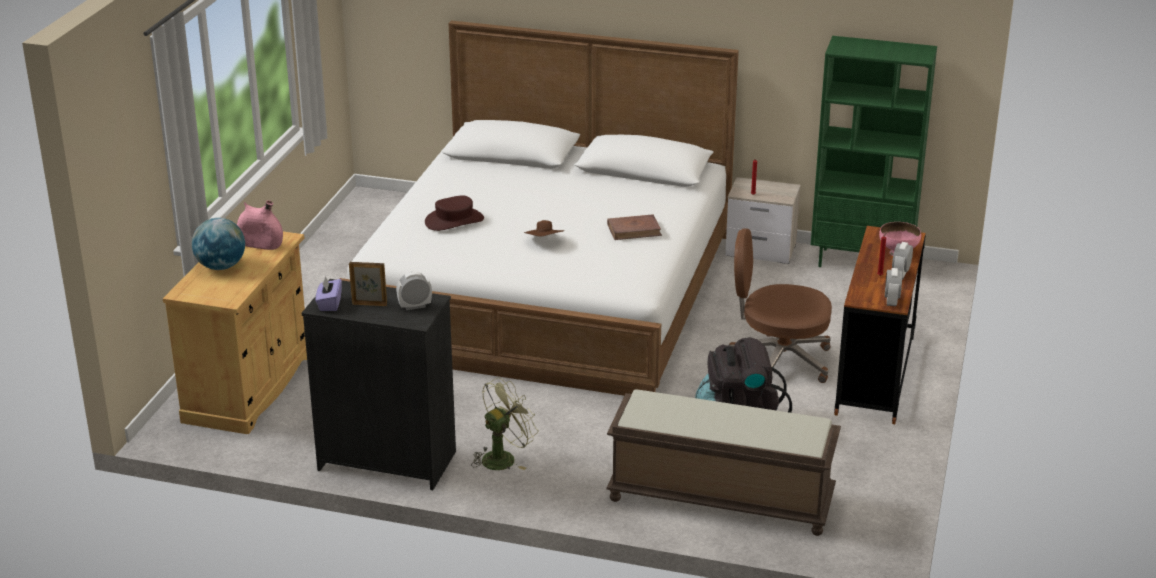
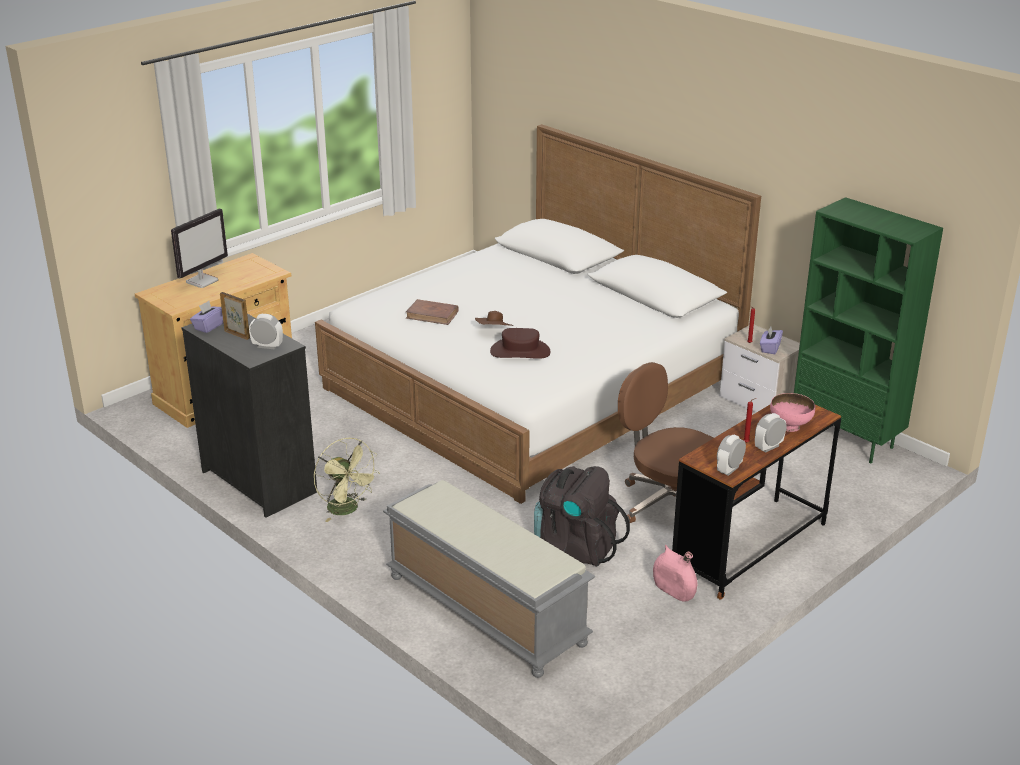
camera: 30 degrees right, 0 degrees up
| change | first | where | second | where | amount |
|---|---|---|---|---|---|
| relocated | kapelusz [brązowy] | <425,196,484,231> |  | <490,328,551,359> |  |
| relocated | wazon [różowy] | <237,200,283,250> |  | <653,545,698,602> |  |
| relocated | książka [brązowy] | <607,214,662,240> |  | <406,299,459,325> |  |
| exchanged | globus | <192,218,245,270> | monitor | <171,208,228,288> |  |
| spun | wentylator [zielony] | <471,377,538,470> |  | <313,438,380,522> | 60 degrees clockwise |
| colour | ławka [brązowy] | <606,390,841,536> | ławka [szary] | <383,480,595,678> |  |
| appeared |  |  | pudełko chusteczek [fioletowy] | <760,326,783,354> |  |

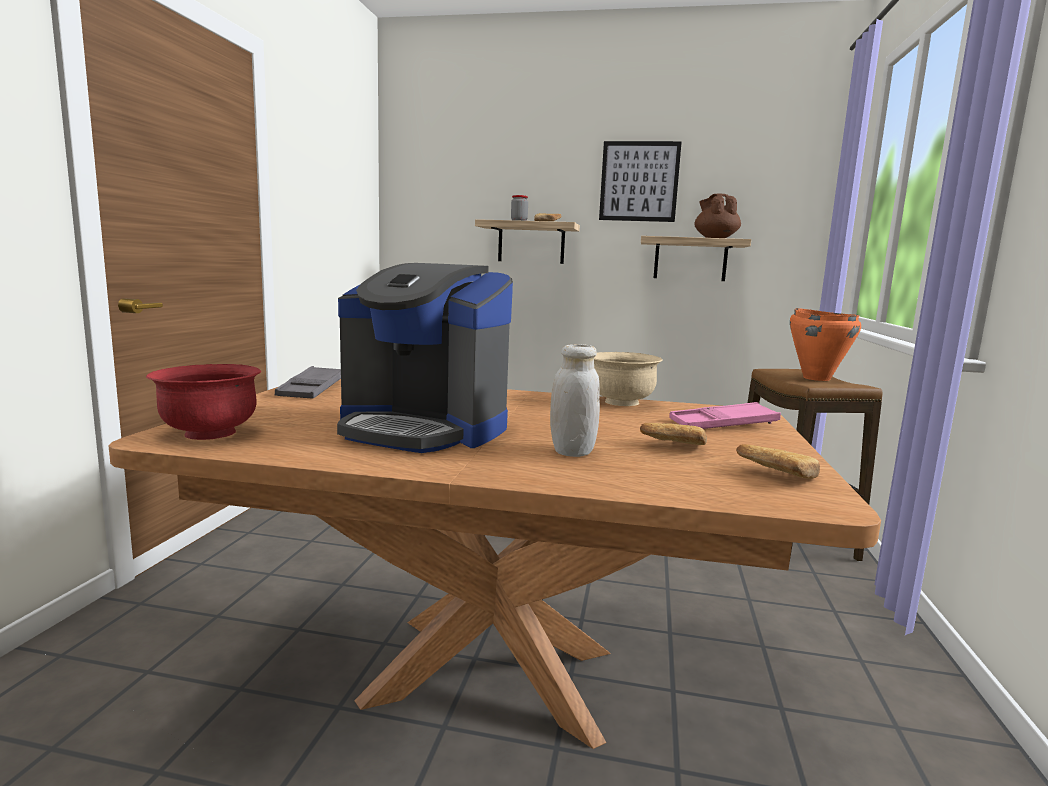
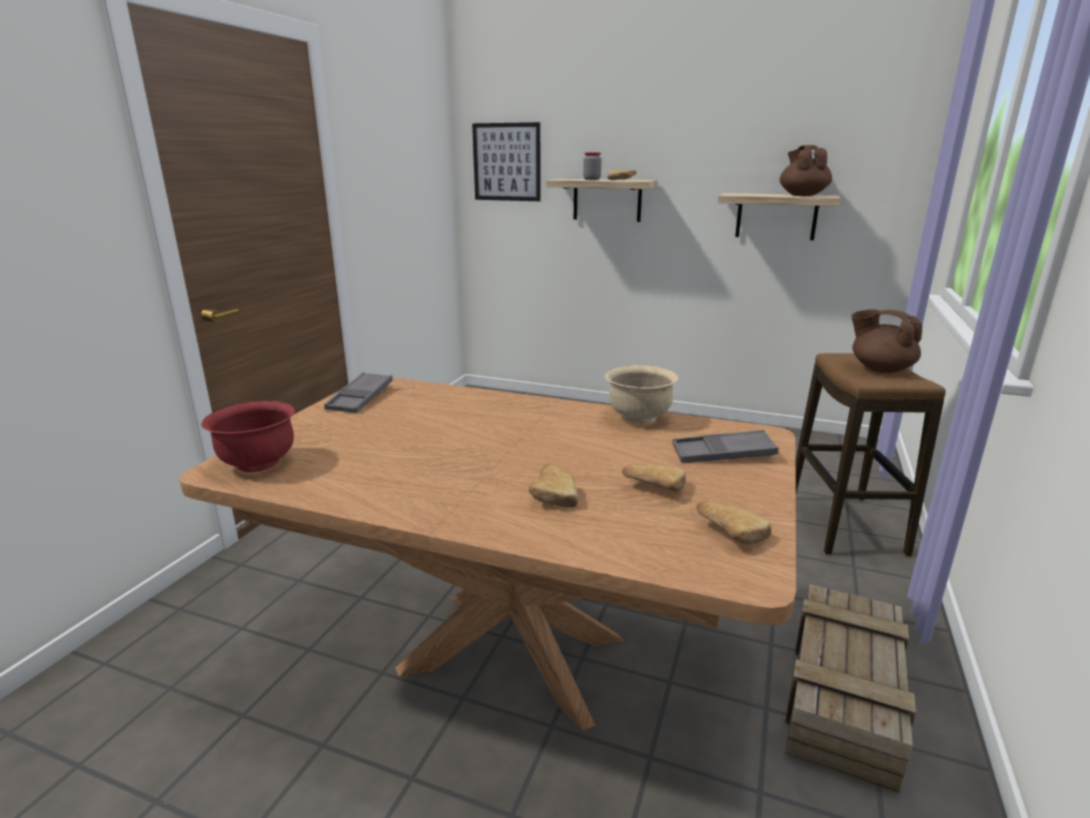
camera: 10 degrees right, 10 degrees up
| change | first | where | second | where | amount |
|---|---|---|---|---|---|
| relocated | obraz | <599,141,682,222> |  | <472,122,541,201> |  |
| missing | ekspres do kawy | <337,263,513,453> |  |  |  |
| exchanged | garnek [pomarańczowy] | <790,308,861,381> | imbryk [brązowy] | <851,310,923,373> |  |
| exchanged | słoik [biały] | <550,344,600,457> | chleb | <529,463,579,507> |  |
| colour | taca [różowy] | <669,402,781,429> | taca [szary] | <673,430,778,463> |  |
| appeared |  |  | skrzynka | <785,584,916,792> |  |

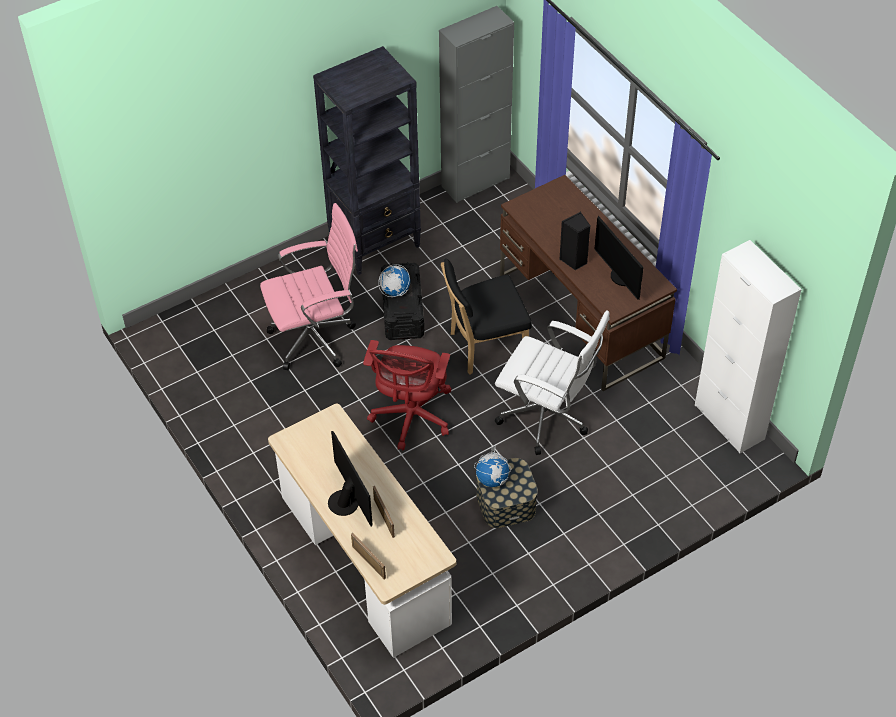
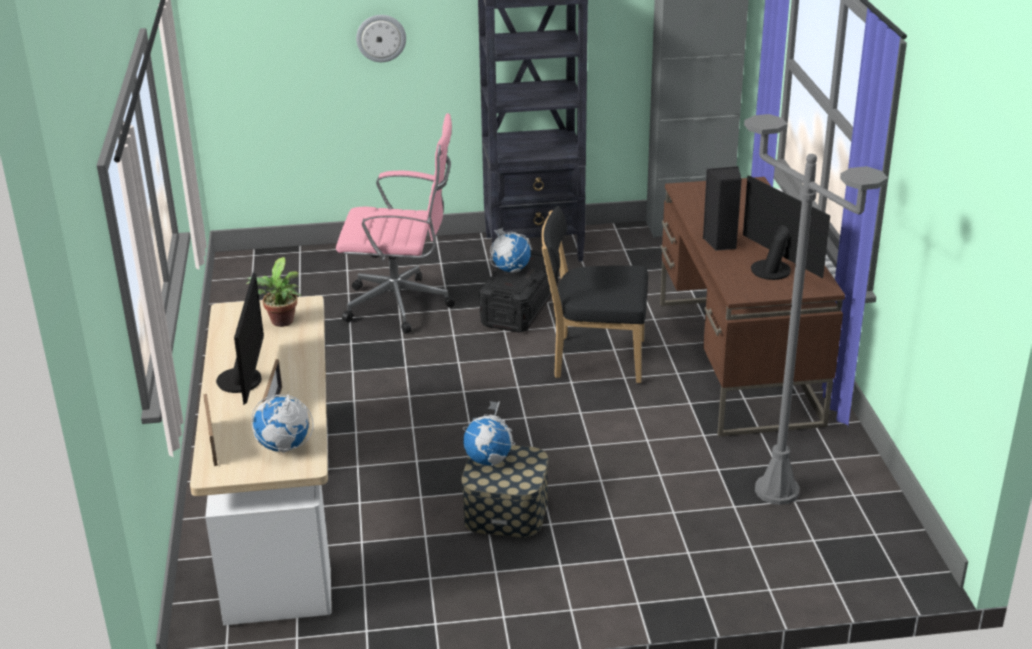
camera: 25 degrees right, 20 degrees down
| change | first | where | second | where | amount |
|---|---|---|---|---|---|
| spun | monitor | <594,216,644,300> |  | <743,175,830,280> | 150 degrees clockwise |
| missing | szafka [biały] | <695,240,802,454> |  |  |  |
| missing | krzesło biurowe [biały] | <495,310,610,455> |  |  |  |
| missing | krzesło biurowe [czerwony] | <363,340,451,451> |  |  |  |
| appeared |  |  | zegar ścienny | <356,15,406,62> |  |
| appeared |  |  | lampa stojąca [szary] | <744,114,888,505> |  |
| appeared |  |  | roślina doniczkowa | <245,257,301,327> |  |
| appeared |  |  | globus | <251,395,313,452> |  |

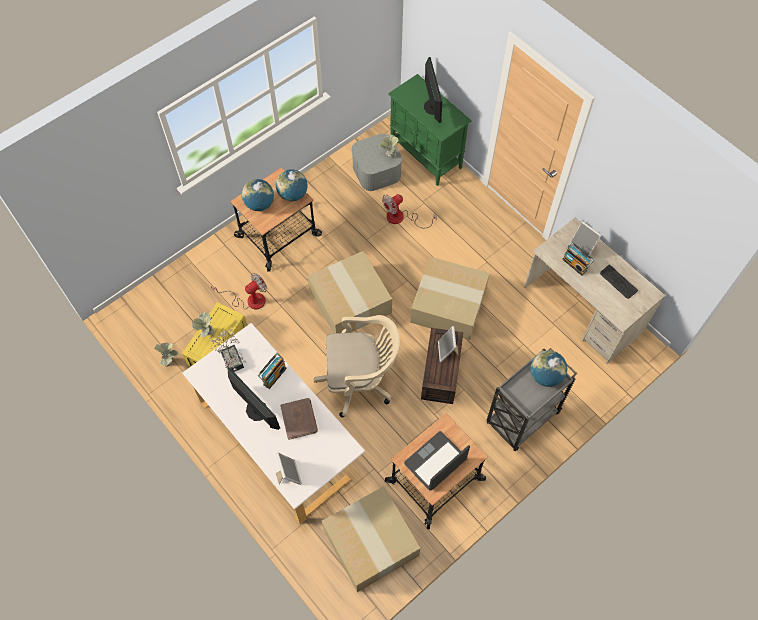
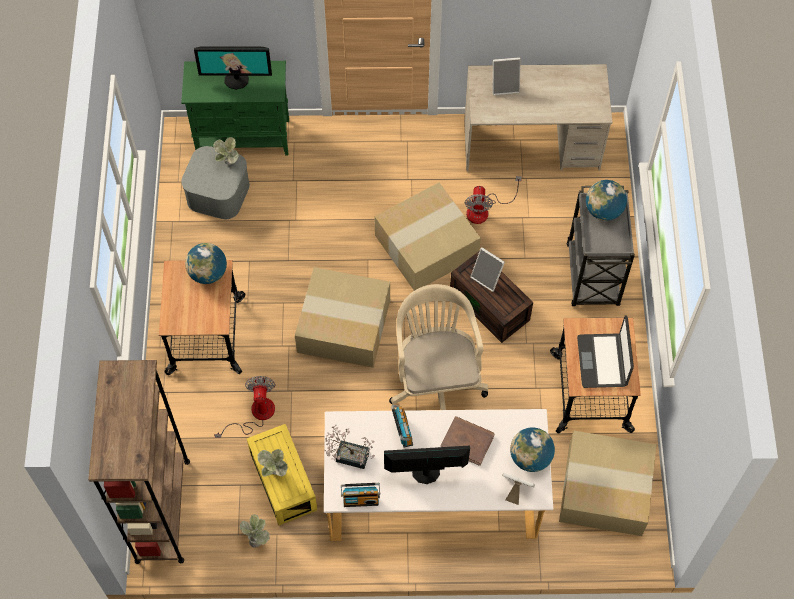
camera: 50 degrees left, 0 degrees up
| change | first | where | second | where | amount |
|---|---|---|---|---|---|
| spun | monitor | <424,57,442,123> |  | <194,46,272,90> | 150 degrees clockwise |
| relocated | globus | <242,179,274,211> |  | <510,427,555,472> |  |
| relocated | wentylator | <382,194,437,228> |  | <465,176,522,224> |  |
| relocated | radio | <562,242,594,276> |  | <341,483,381,507> |  |
| missing | klawiatura | <600,265,638,299> |  |  |  |
| spun | krzesło biurowe [beżowy] | <313,315,400,417> |  | <389,284,488,410> | 45 degrees counterclockwise |
| appeared |  |  | regał [brązowy] | <88,360,190,564> |  |

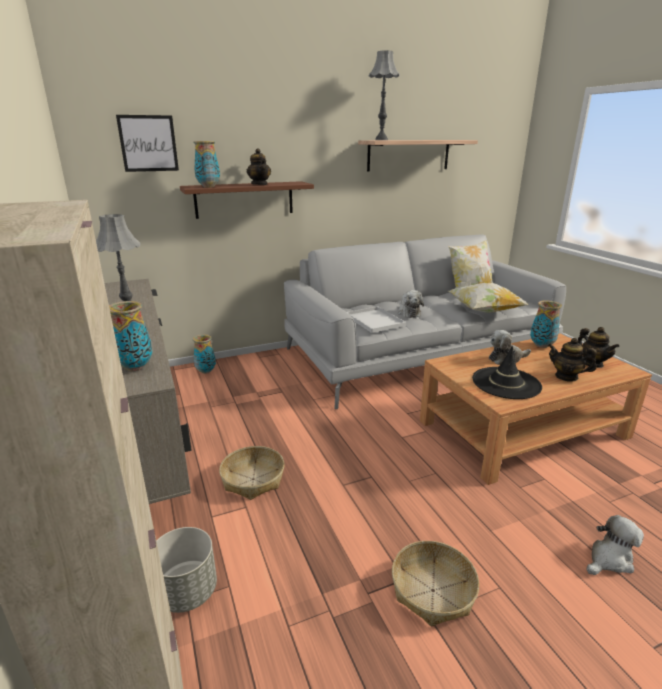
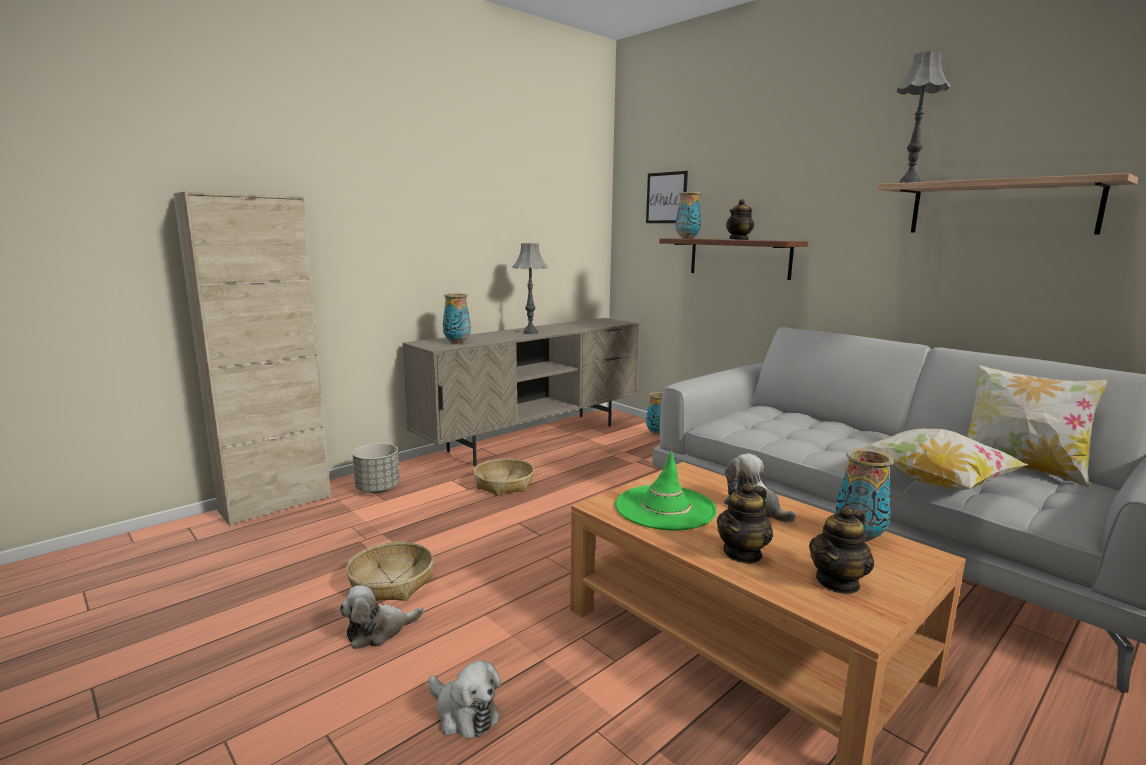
camera: 70 degrees right, 10 degrees down
| change | first | where | second | where | amount |
|---|---|---|---|---|---|
| relocated | pluszak | <398,290,424,318> |  | <339,585,424,649> |  |
| missing | taca [biały] | <347,306,406,333> |  |  |  |
| spun | imbryk | <548,338,597,382> |  | <717,482,773,564> | 150 degrees counterclockwise |
| colour | kapelusz [czarny] | <472,346,542,399> | kapelusz [zielony] | <615,450,717,531> |  |

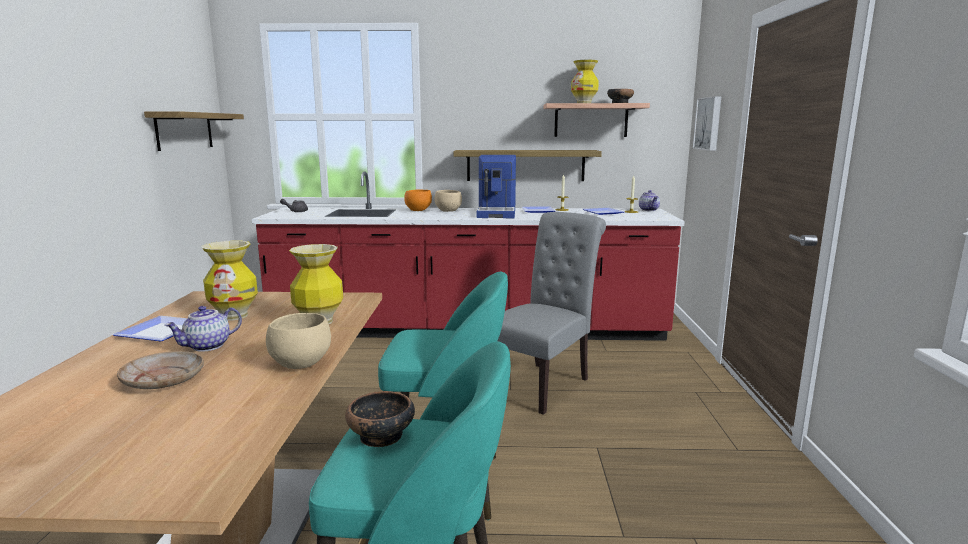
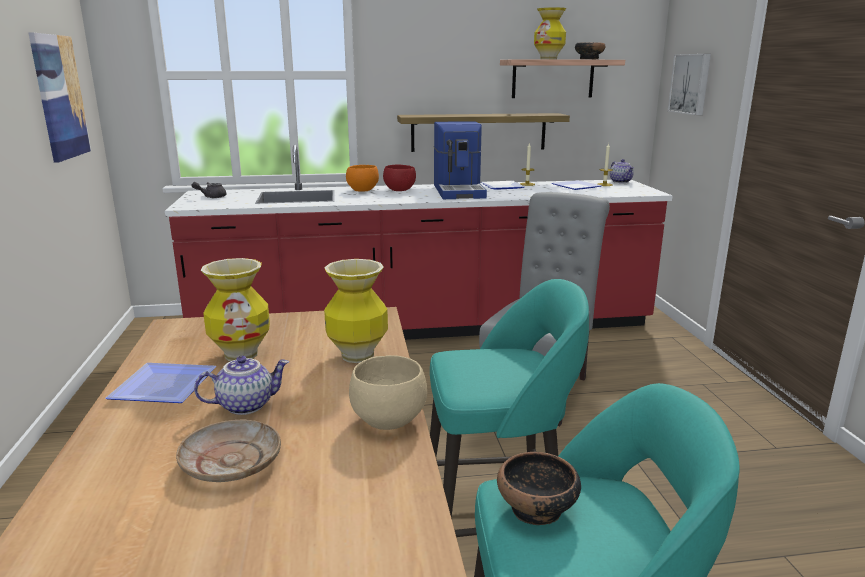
camera: 10 degrees left, 5 degrees up
| change | first | where | second | where | amount |
|---|---|---|---|---|---|
| exchanged | półka | <144,111,244,151> | obraz | <29,33,91,162> |  |
| colour | miska [beżowy] | <434,190,462,212> | miska [czerwony] | <383,165,416,191> |  |
| spun | imbryk | <164,306,242,352> |  | <194,356,289,415> | 150 degrees counterclockwise |

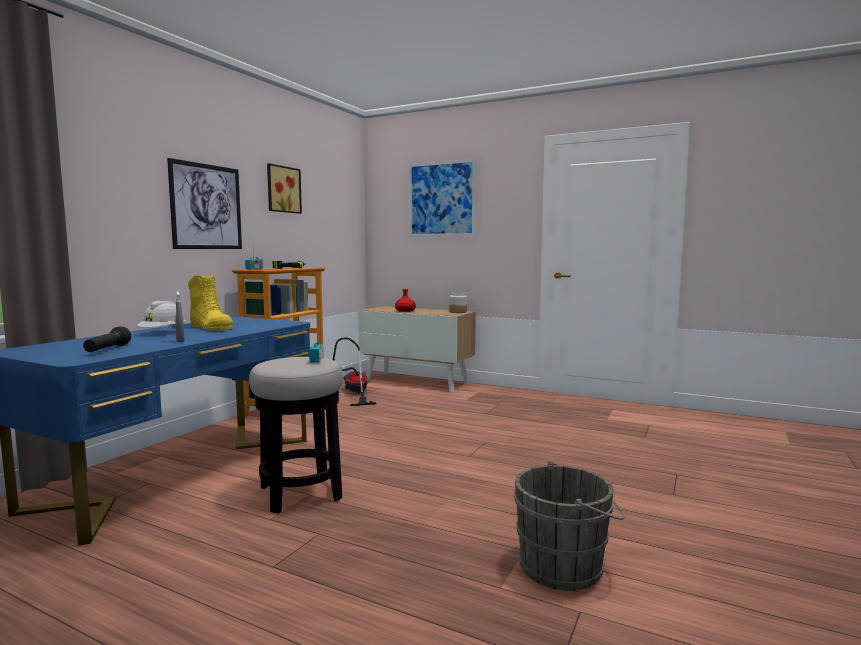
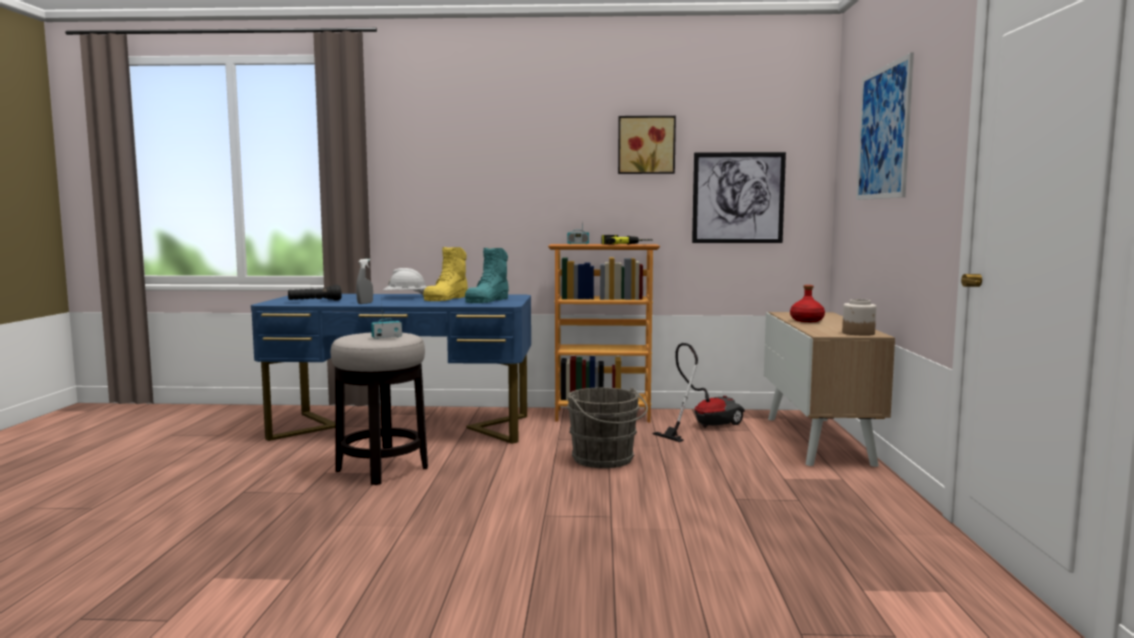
camera: 65 degrees right, 0 degrees up
| change | first | where | second | where | amount |
|---|---|---|---|---|---|
| relocated | obraz | <167,158,242,249> |  | <692,152,786,243> |  |
| relocated | wiadro [szary] | <514,461,625,591> |  | <567,387,648,468> |  |
| appeared |  |  | but z cholewką [turkusowy] | <465,247,509,303> |  |

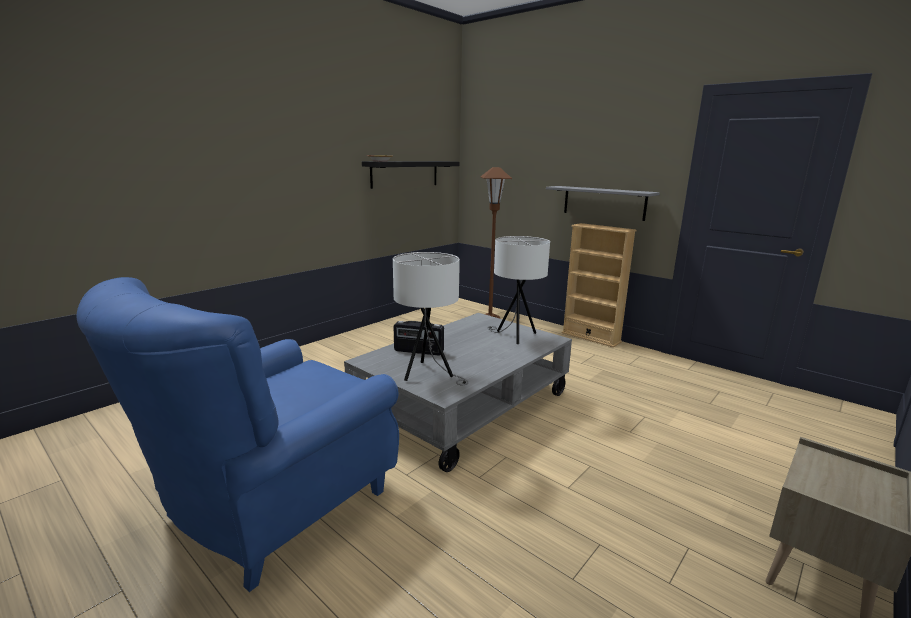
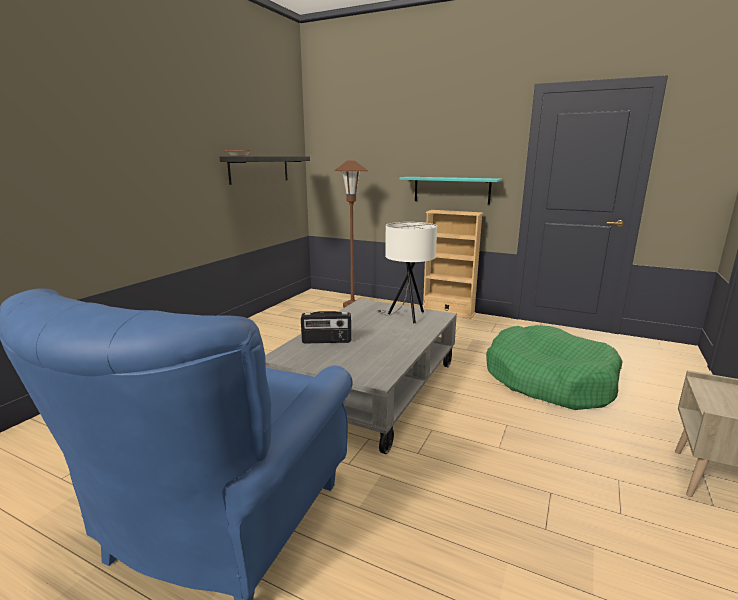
camera: 15 degrees left, 0 degrees up
| change | first | where | second | where | amount |
|---|---|---|---|---|---|
| colour | półka [szary] | <546,186,660,221> | półka [turkusowy] | <399,177,502,205> |  |
| missing | lampa stołowa [biały] | <393,252,469,385> |  |  |  |
| appeared |  |  | legowisko [zielony] | <486,325,623,410> |  |

